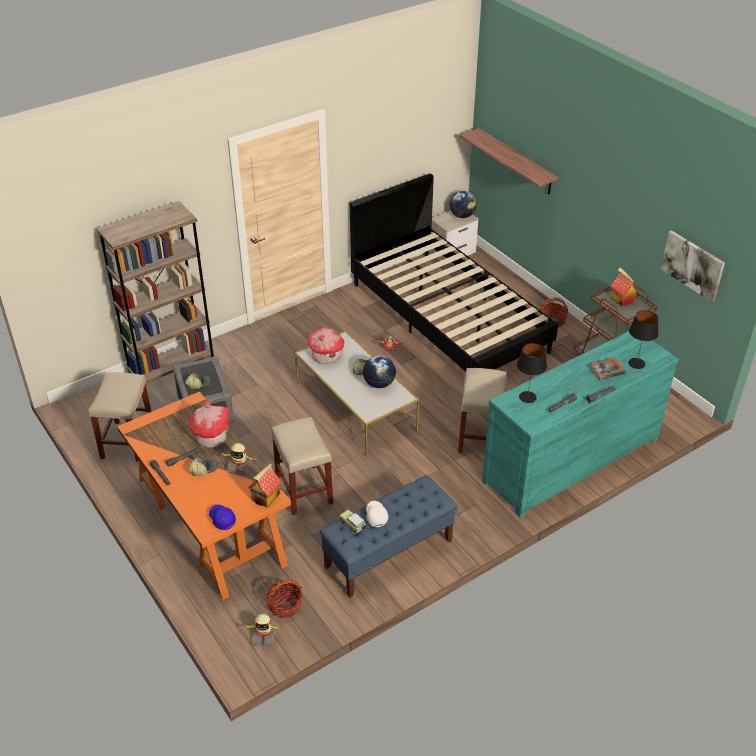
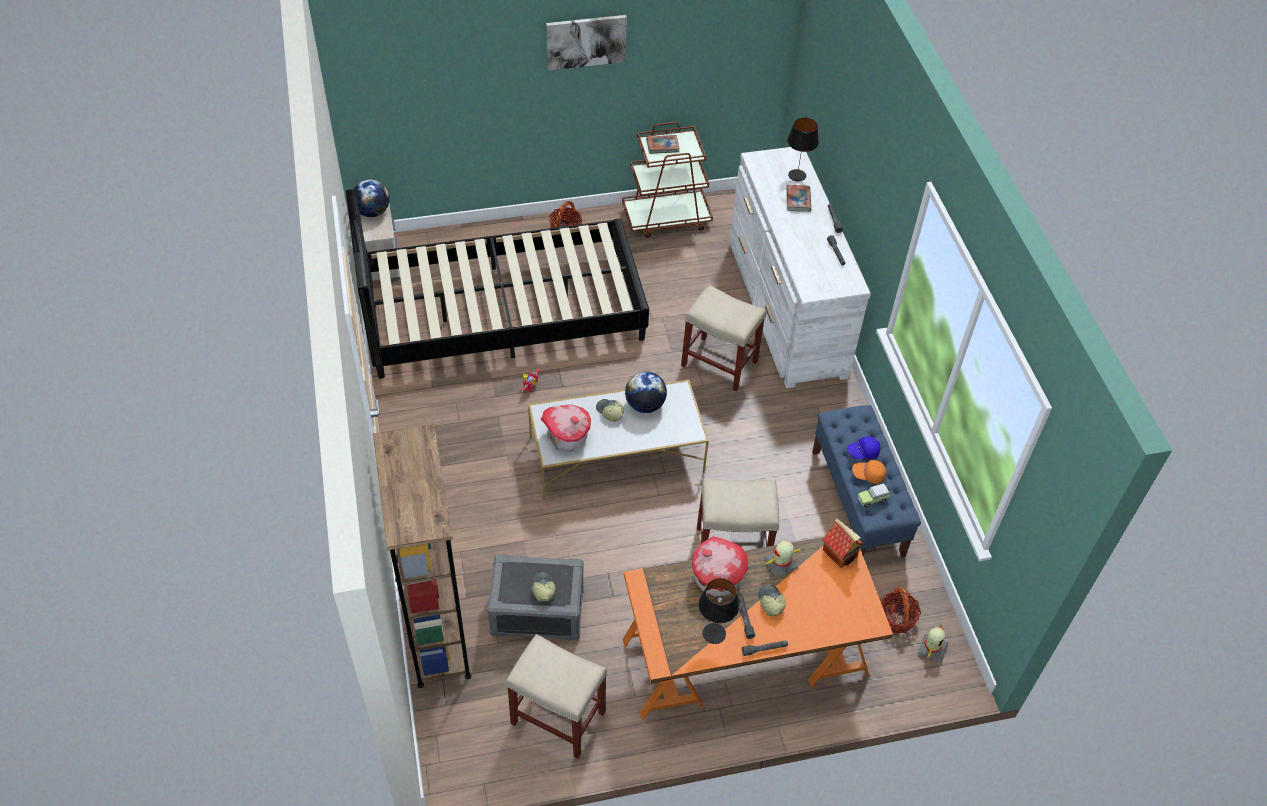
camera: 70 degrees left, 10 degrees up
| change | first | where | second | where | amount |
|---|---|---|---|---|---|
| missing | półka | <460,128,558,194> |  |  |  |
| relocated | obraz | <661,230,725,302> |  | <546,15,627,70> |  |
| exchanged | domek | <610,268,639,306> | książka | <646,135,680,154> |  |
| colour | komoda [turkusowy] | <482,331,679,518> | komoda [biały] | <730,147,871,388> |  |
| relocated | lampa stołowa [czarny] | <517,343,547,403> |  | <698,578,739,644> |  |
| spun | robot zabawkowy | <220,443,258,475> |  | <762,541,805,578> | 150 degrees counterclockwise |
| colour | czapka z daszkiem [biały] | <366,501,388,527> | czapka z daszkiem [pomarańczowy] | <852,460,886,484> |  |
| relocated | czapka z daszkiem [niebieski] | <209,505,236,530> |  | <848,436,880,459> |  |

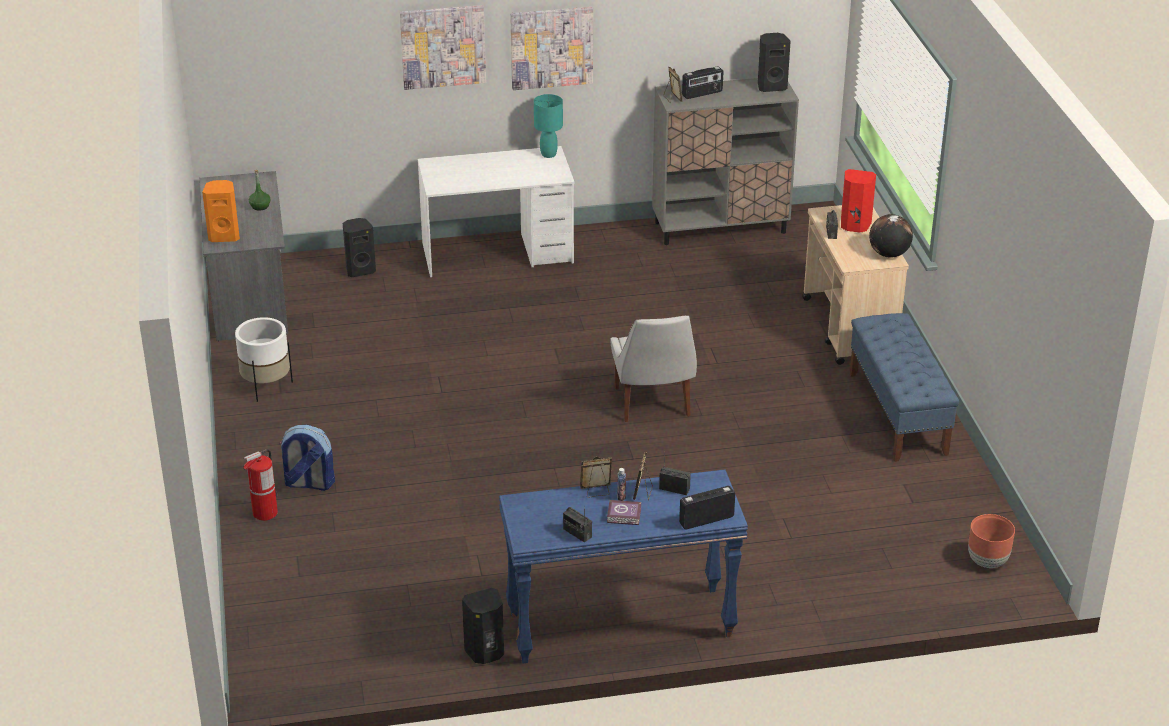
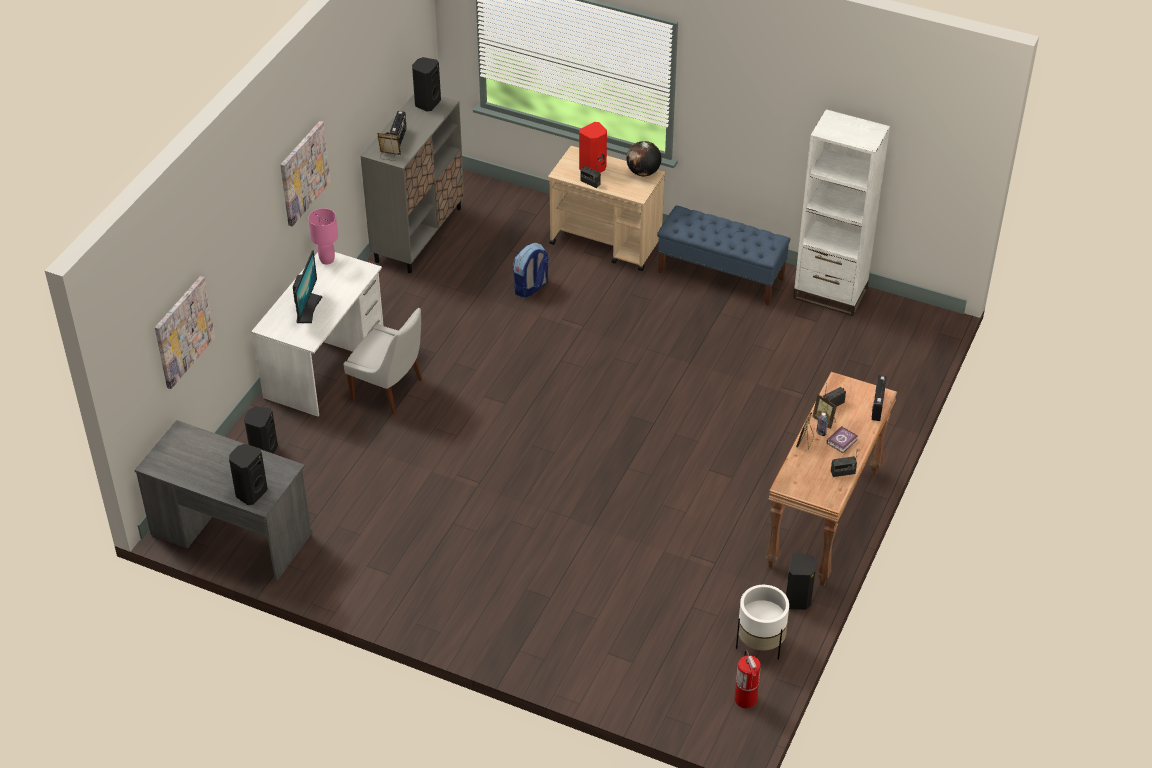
camera: 55 degrees left, 10 degrees up
| change | first | where | second | where | amount |
|---|---|---|---|---|---|
| relocated | obraz | <400,5,486,90> |  | <155,276,215,389> |  |
| colour | lampa stołowa [turkusowy] | <534,94,563,158> | lampa stołowa [różowy] | <309,208,338,264> |  |
| missing | butelka [zielony] | <249,170,271,211> |  |  |  |
| colour | głośnik [pomarańczowy] | <202,180,240,242> | głośnik [czarny] | <229,444,268,505> |  |
| relocated | krzesło [biały] | <610,316,697,422> |  | <343,308,422,415> |  |
| relocated | donica [biały] | <235,317,293,402> |  | <736,585,789,660> |  |
| relocated | plecak | <280,425,335,491> |  | <513,243,549,298> |  |
| relocated | gaśnica | <243,449,278,521> |  | <735,650,761,708> |  |
| colour | stolik konsolowy [niebieski] | <499,469,748,663> | stolik konsolowy [brązowy] | <766,372,897,586> |  |
| missing | donica [brązowy] | <968,514,1015,568> |  |  |  |
| appeared |  |  | regał [biały] | <793,109,890,316> |  |
| appeared |  |  | monitor | <293,250,322,323> |  |

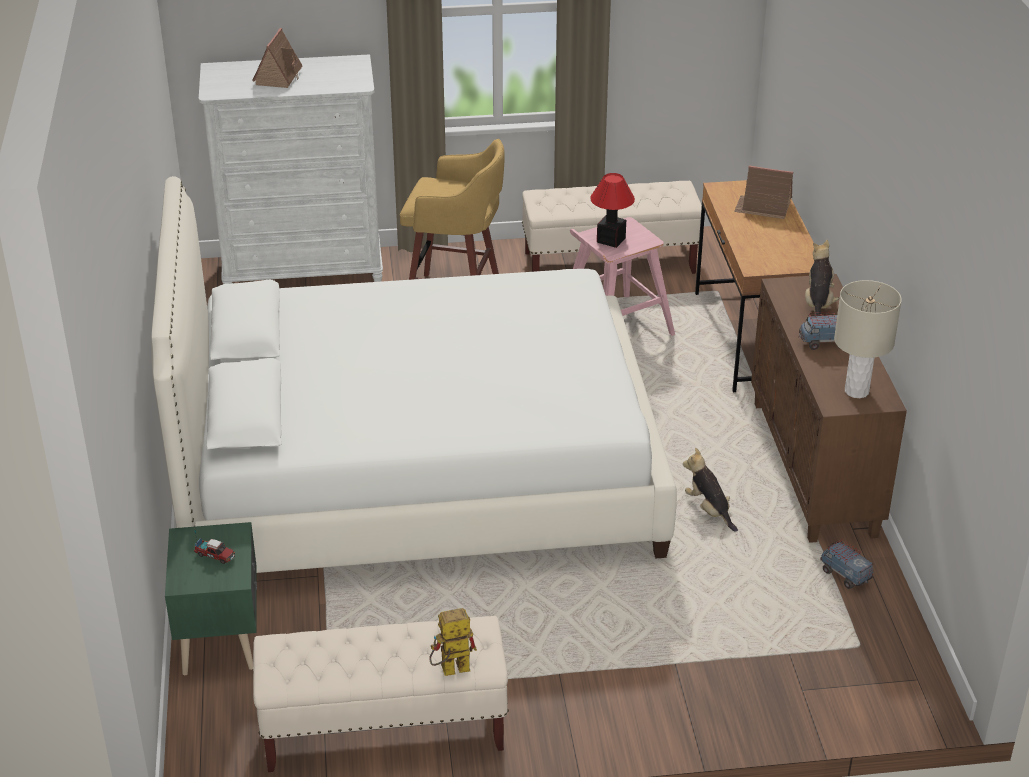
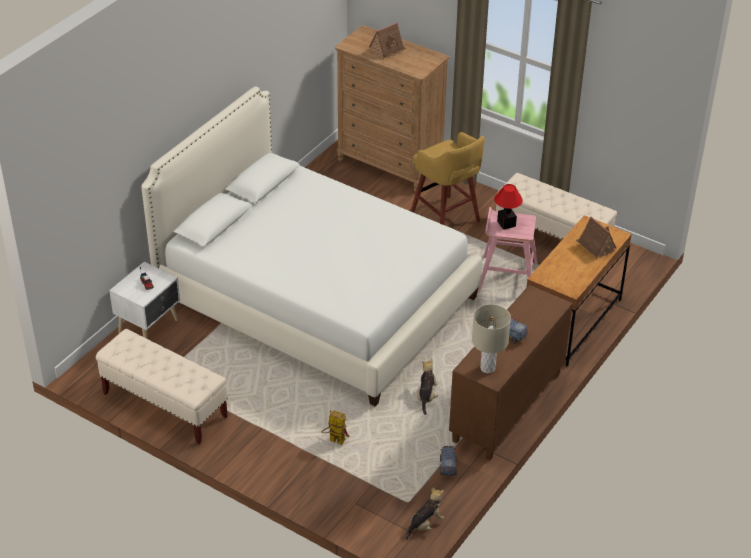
camera: 40 degrees right, 5 degrees up
| change | first | where | second | where | amount |
|---|---|---|---|---|---|
| colour | komoda [biały] | <199,54,383,284> | komoda [brązowy] | <335,25,450,192> |  |
| relocated | pluszak | <805,240,839,316> |  | <406,487,444,540> |  |
| colour | szafka nocna [zielony] | <165,522,257,675> | szafka nocna [biały] | <109,262,180,339> |  |
| relocated | robot zabawkowy | <429,608,477,676> |  | <321,410,349,445> |  |

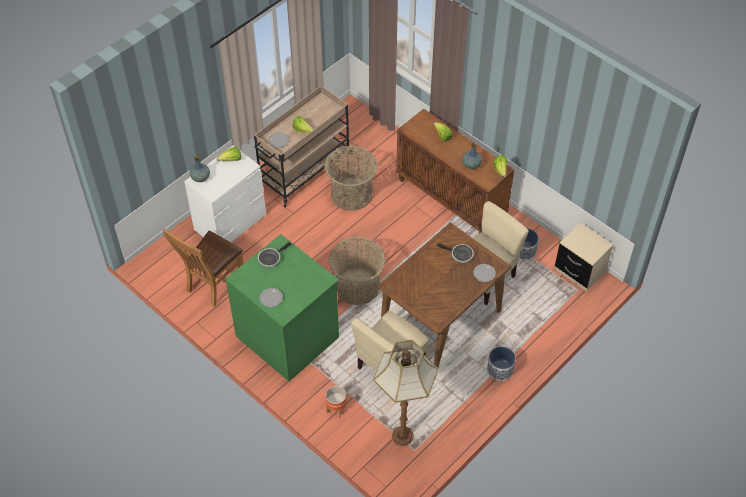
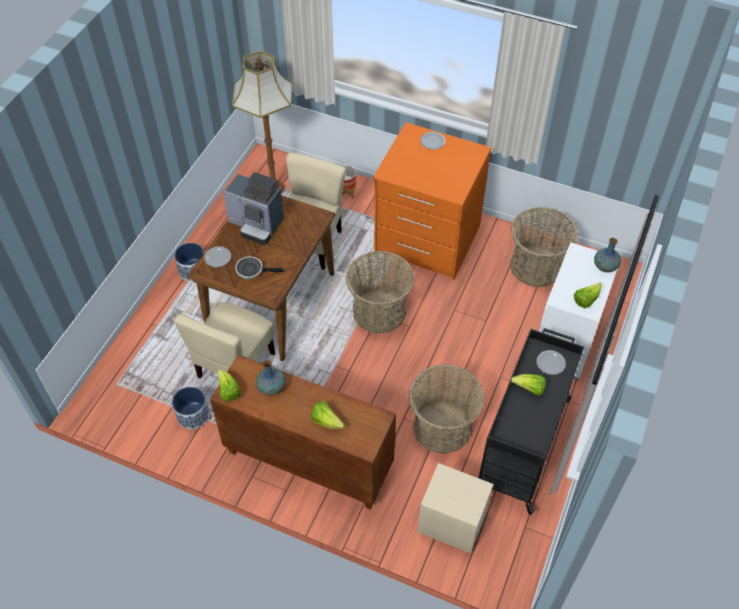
camera: 160 degrees right, 0 degrees up
| change | first | where | second | where | amount |
|---|---|---|---|---|---|
| colour | wózek [beżowy] | <254,86,353,207> | wózek [czarny] | <479,328,584,515> |  |
| relocated | szafka nocna [beżowy] | <555,223,613,292> |  | <418,463,493,553> |  |
| exchanged | krzesło [brązowy] | <162,229,244,307> | koszyk | <510,207,578,287> |  |
| colour | komoda [zielony] | <225,234,339,381> | komoda [pomarańczowy] | <373,122,491,280> |  |
| missing | patelnia | <258,241,291,267> |  |  |  |
| appeared |  |  | ekspres do kawy | <223,172,284,245> |  |

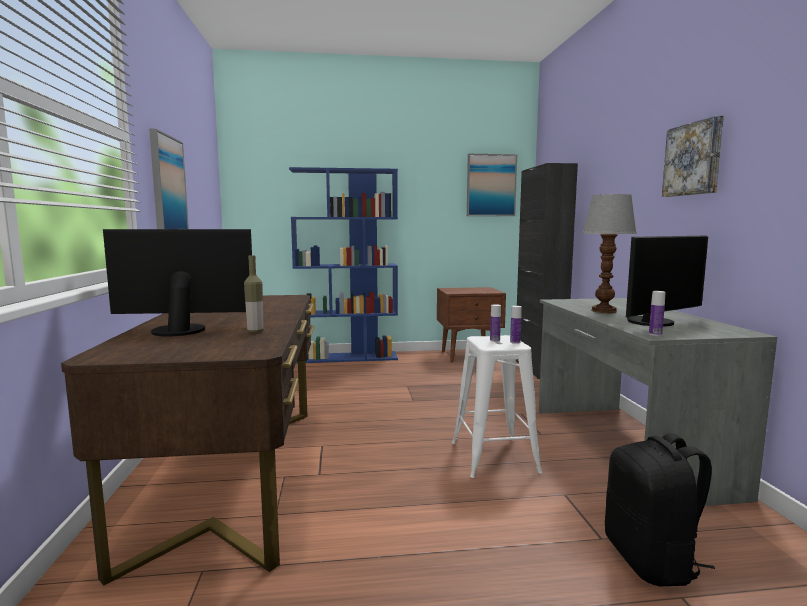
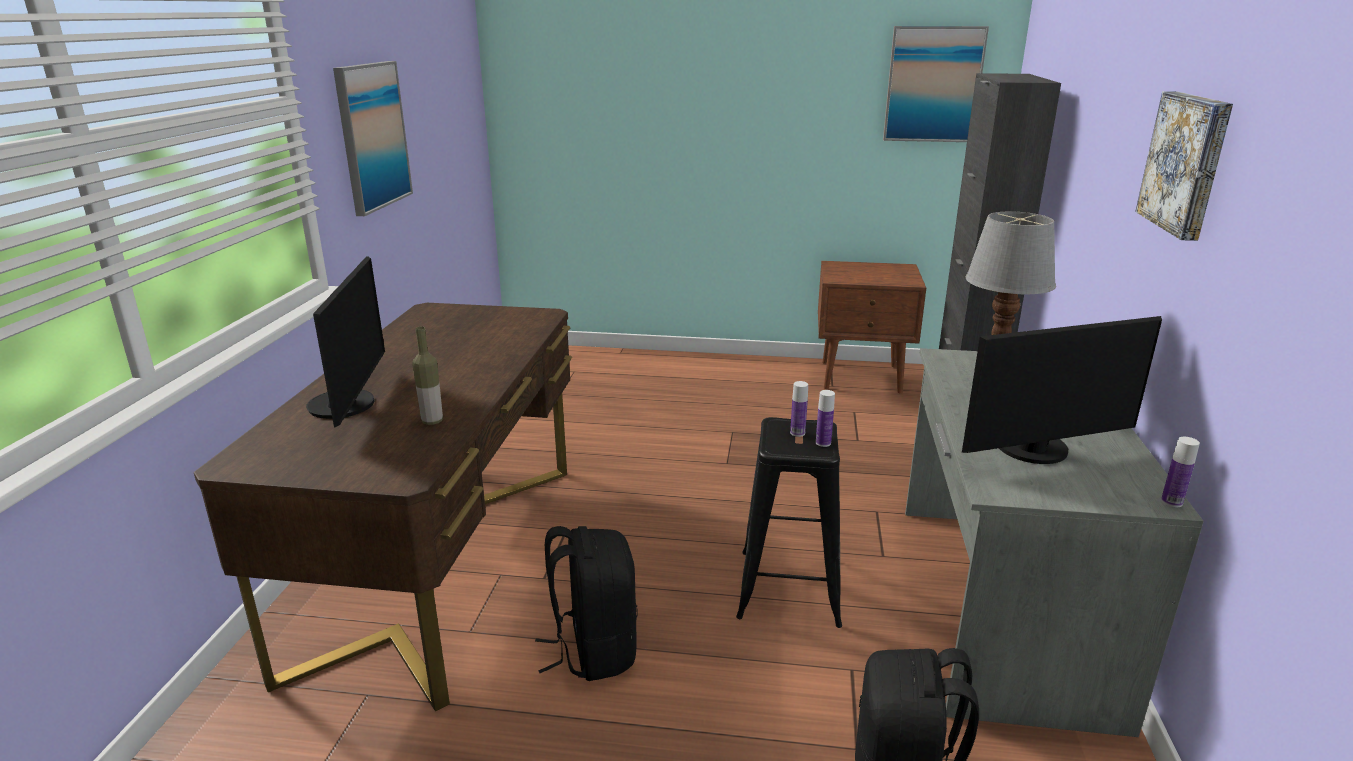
camera: 15 degrees right, 15 degrees up
| change | first | where | second | where | amount |
|---|---|---|---|---|---|
| missing | regał [niebieski] | <289,167,398,363> |  |  |  |
| spun | monitor | <103,229,252,336> |  | <306,256,385,428> | 75 degrees clockwise |
| relocated | butelka | <649,291,665,336> |  | <1161,437,1200,507> |  |
| colour | stołek [biały] | <452,335,542,478> | stołek [czarny] | <736,417,842,628> |  |
| appeared |  |  | plecak [czarny] | <535,526,638,681> |  |

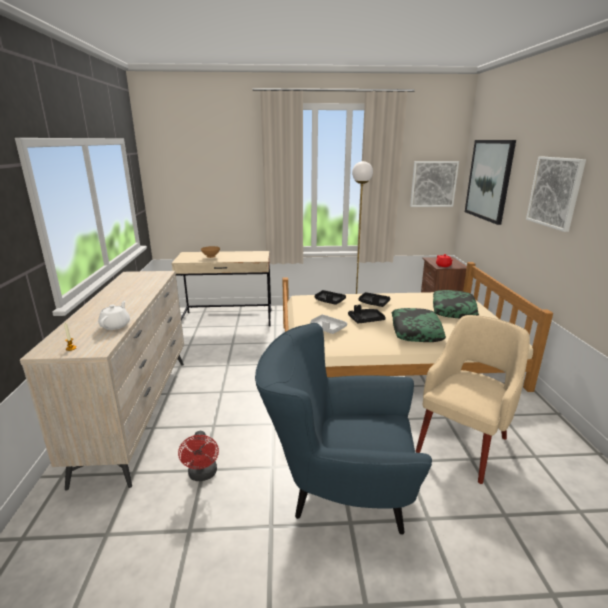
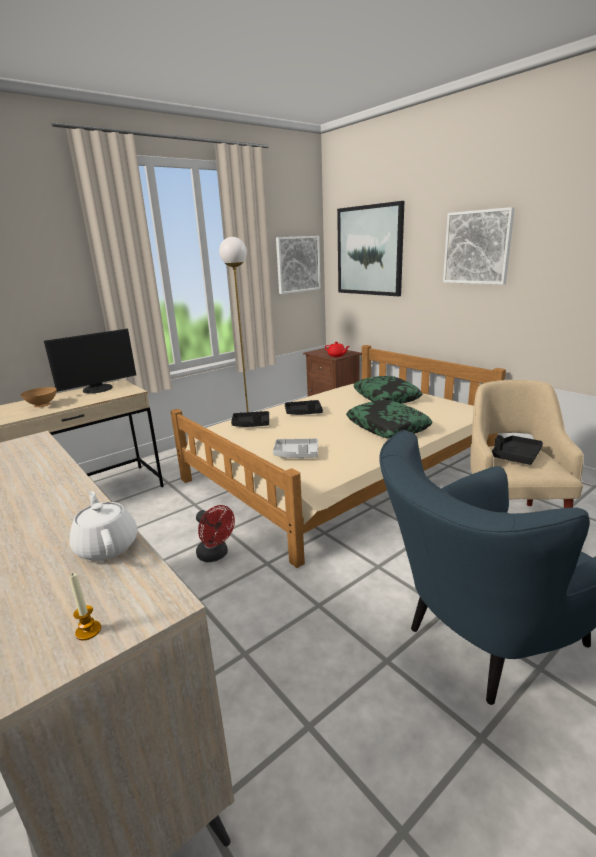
camera: 35 degrees left, 0 degrees up
| change | first | where | second | where | amount |
|---|---|---|---|---|---|
| relocated | taca [czarny] | <348,305,386,324> |  | <492,435,543,465> |  |
| relocated | wentylator [czerwony] | <178,431,219,481> |  | <196,505,235,562> |  |
| appeared |  |  | monitor | <44,329,136,393> |  |

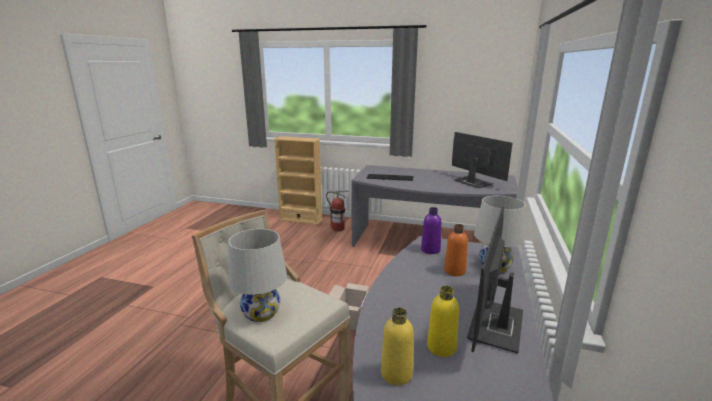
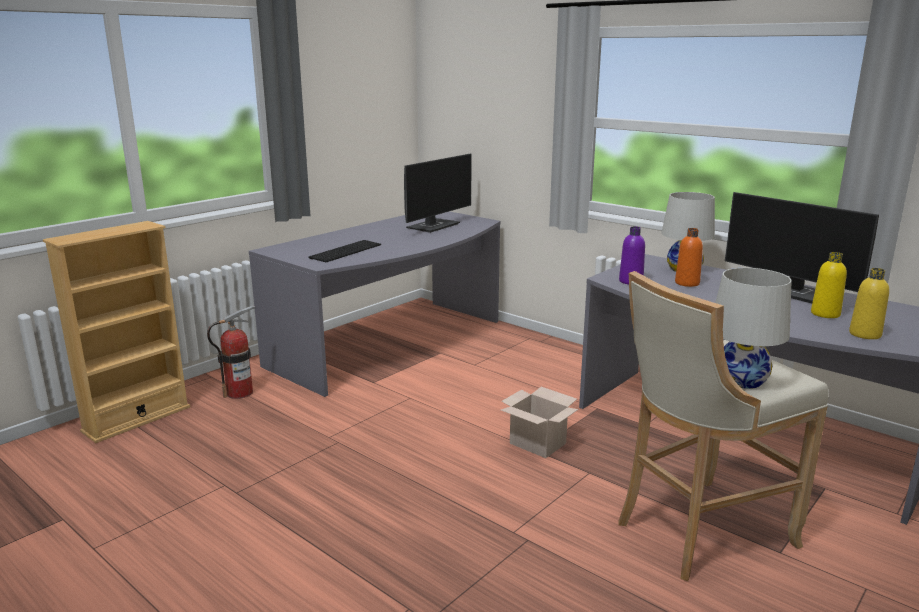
camera: 65 degrees left, 0 degrees up
| change | first | where | second | where | amount |
|---|---|---|---|---|---|
| spun | monitor | <452,132,512,188> |  | <404,154,472,233> | 135 degrees clockwise |

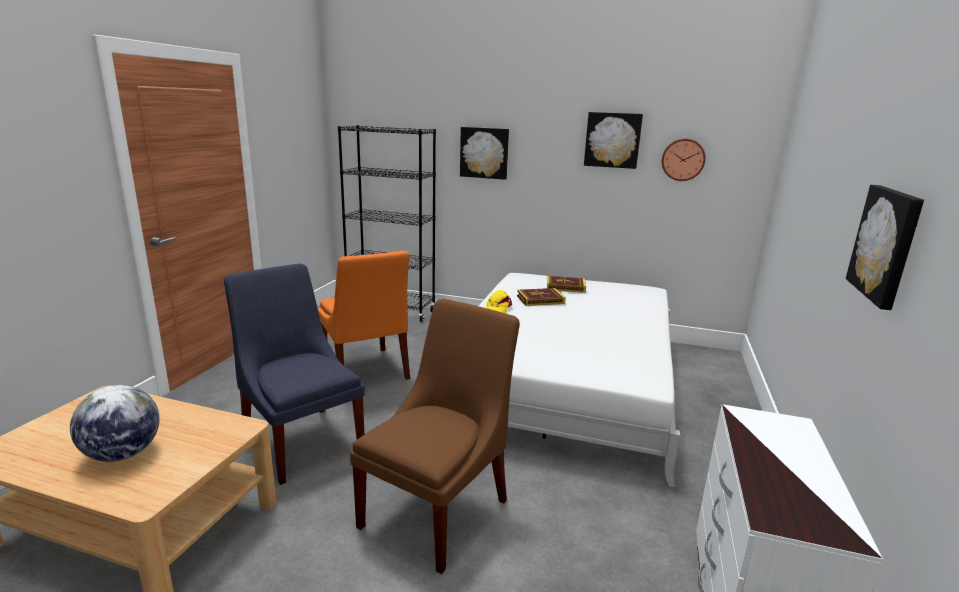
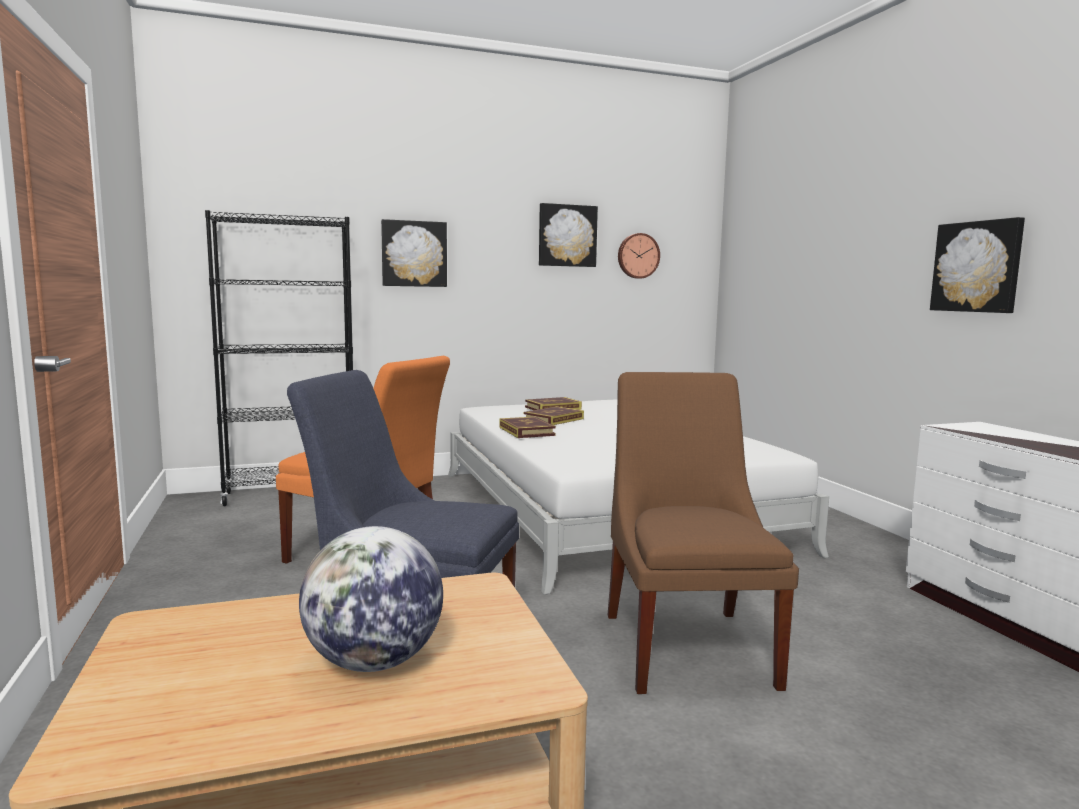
camera: 35 degrees left, 10 degrees down
| change | first | where | second | where | amount |
|---|---|---|---|---|---|
| exchanged | czapka z daszkiem [żółty] | <486,290,512,313> | książka | <499,417,556,438> |  |

